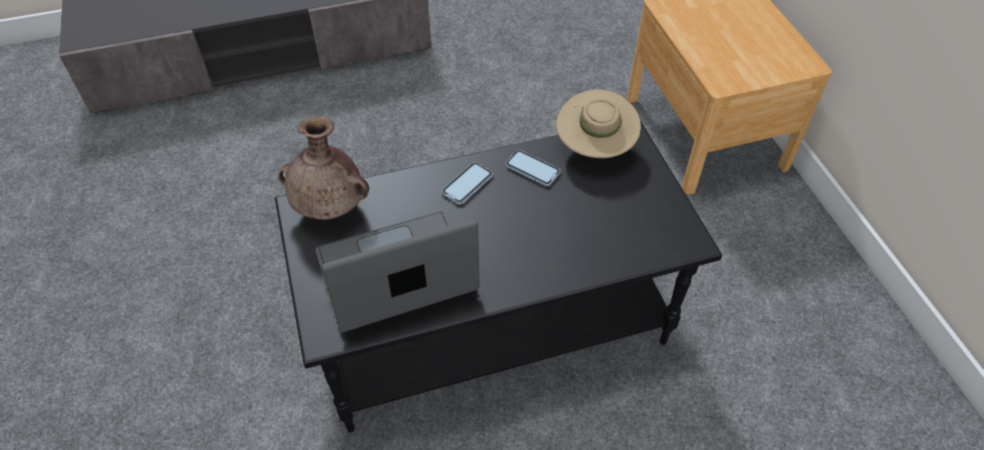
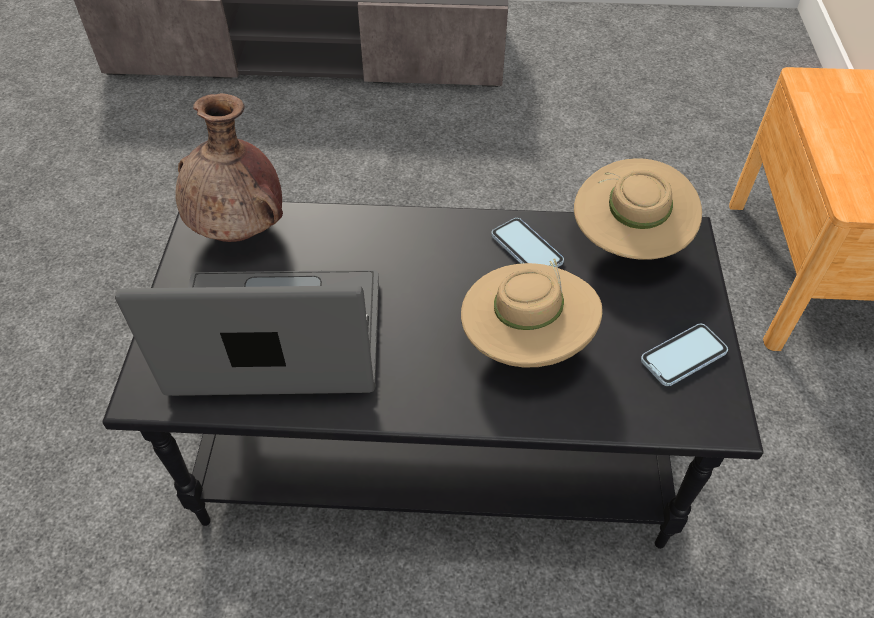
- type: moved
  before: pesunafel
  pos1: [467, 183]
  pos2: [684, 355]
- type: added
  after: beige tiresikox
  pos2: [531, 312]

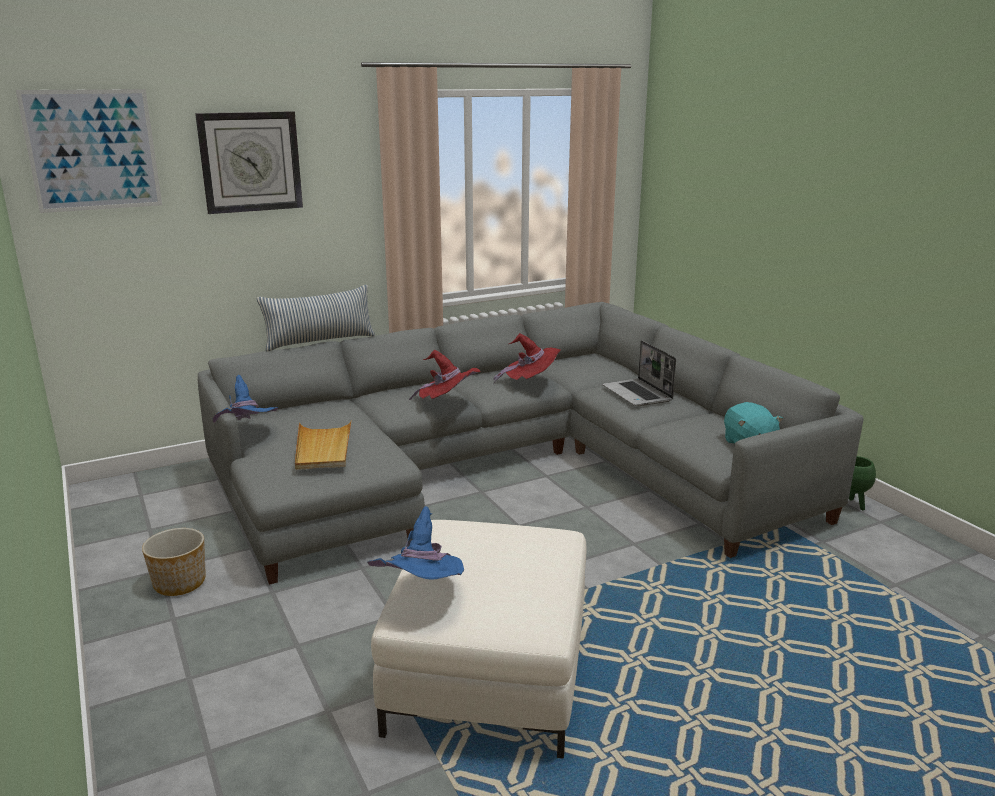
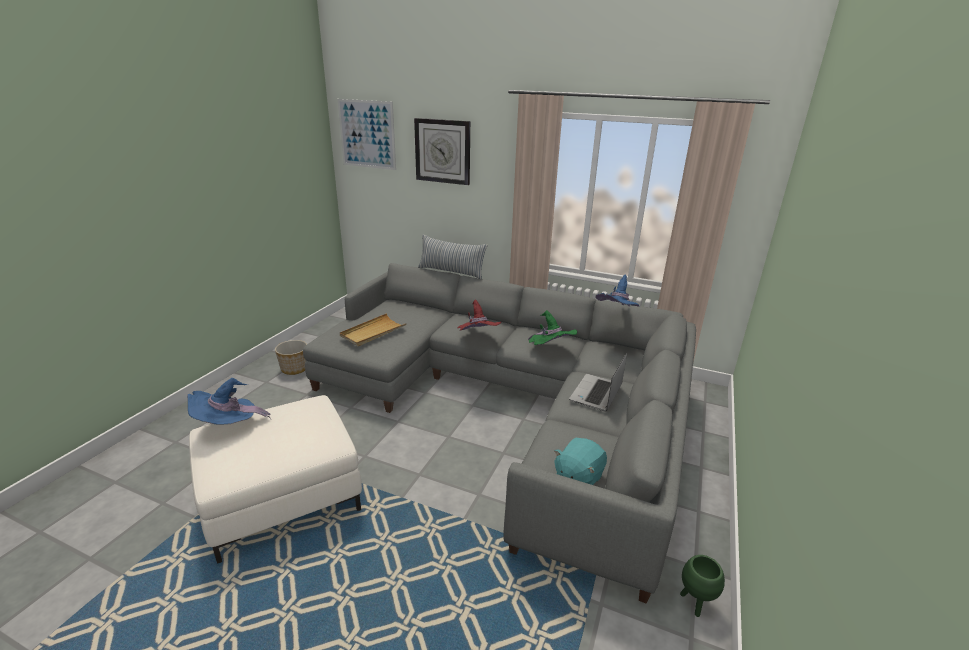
- type: moved
  before: blue tiresikox
  pos1: [245, 399]
  pos2: [617, 291]
- type: recoloured
  before: red tiresikox
  after: green tiresikox
  pos1: [527, 358]
  pos2: [552, 327]

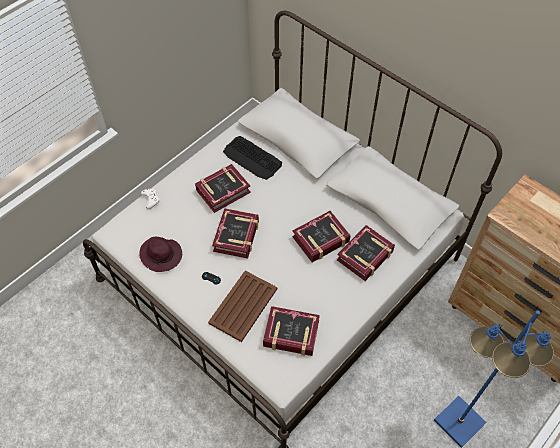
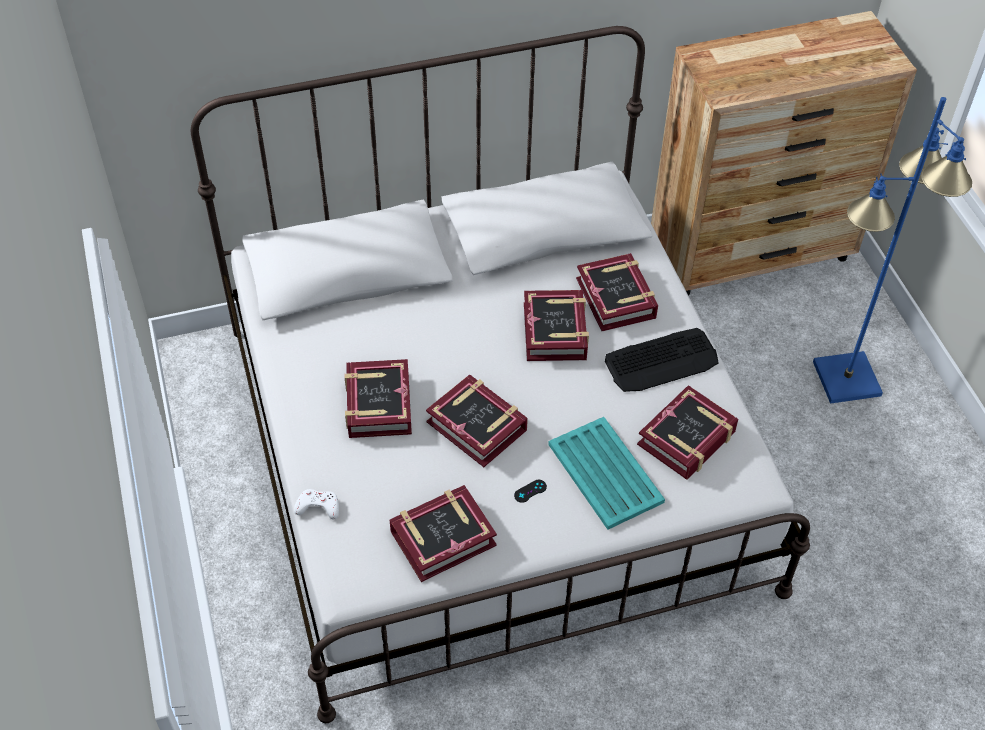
- type: replaced
  before: purple tiresikox
  after: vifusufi
  pos1: [160, 254]
  pos2: [443, 533]
- type: recoloured
  before: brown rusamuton
  after: turquoise rusamuton
  pos1: [242, 306]
  pos2: [606, 473]
- type: moved
  before: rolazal
  pos1: [252, 158]
  pos2: [662, 360]

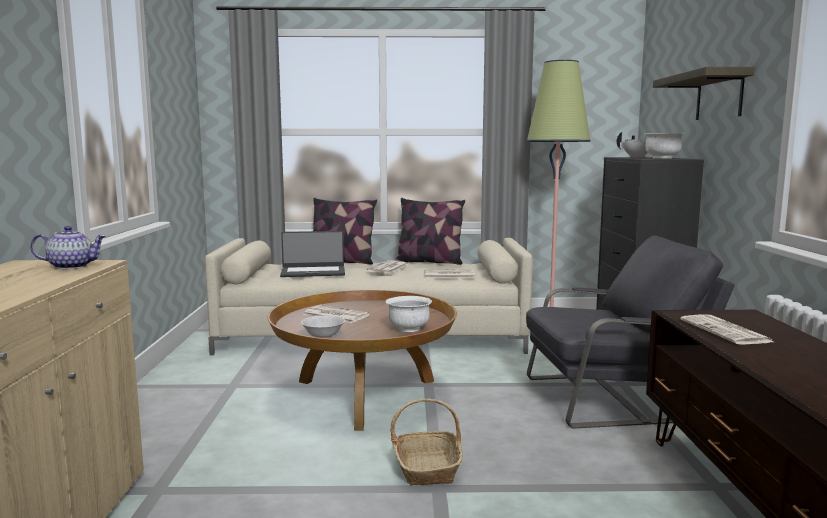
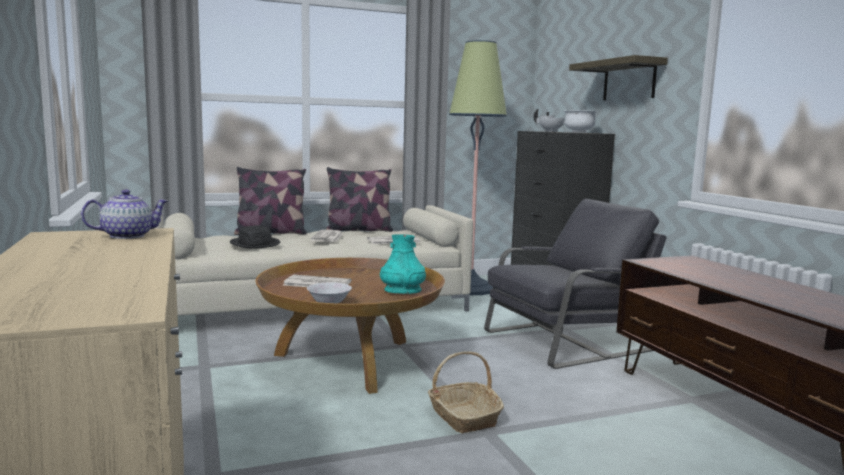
- type: replaced
  before: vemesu
  after: black tiresikox
  pos1: [312, 254]
  pos2: [255, 236]
- type: replaced
  before: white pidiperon
  after: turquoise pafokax
  pos1: [408, 314]
  pos2: [403, 264]
- type: removed
  before: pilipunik
  pos1: [726, 330]

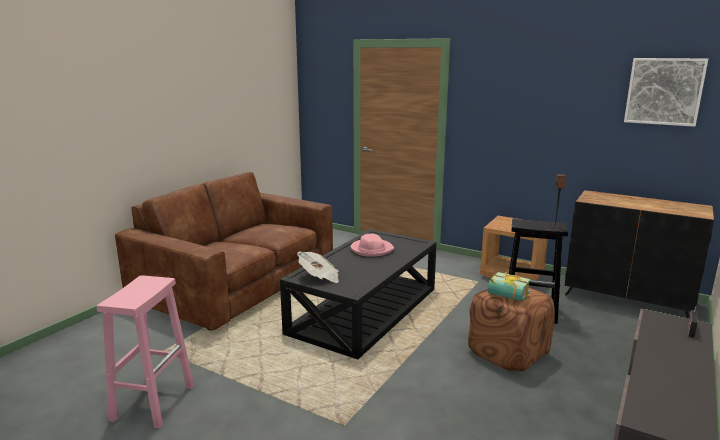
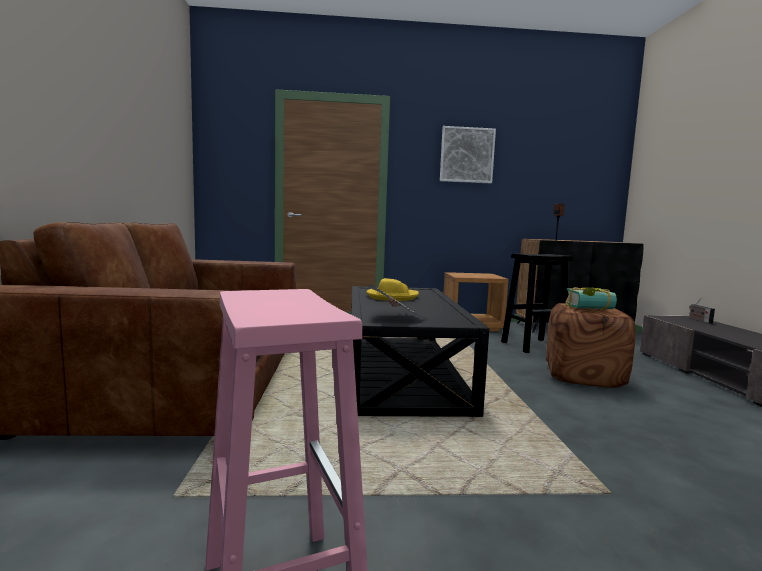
- type: recoloured
  before: pink tiresikox
  after: yellow tiresikox
  pos1: [372, 245]
  pos2: [393, 289]
- type: moved
  before: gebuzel
  pos1: [666, 92]
  pos2: [468, 154]

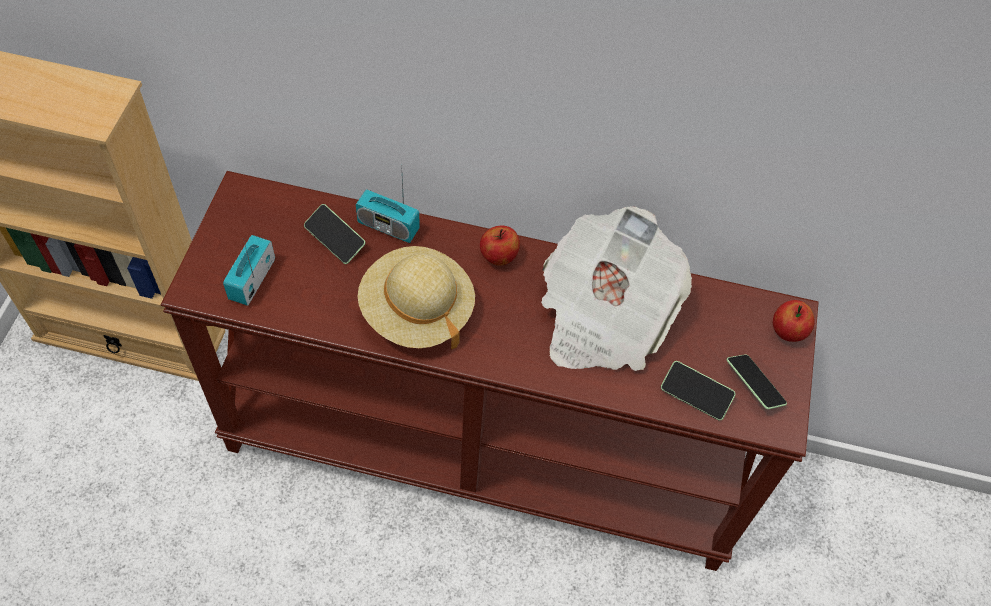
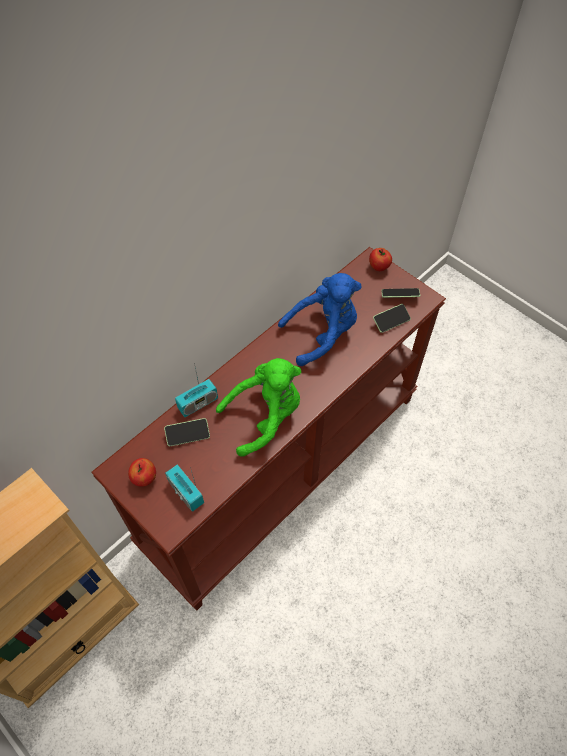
- type: replaced
  before: beige tiresikox
  after: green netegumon
  pos1: [416, 297]
  pos2: [258, 407]
- type: moved
  before: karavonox
  pos1: [500, 246]
  pos2: [142, 472]
- type: replaced
  before: pilipunik
  after: blue netegumon
  pos1: [616, 288]
  pos2: [320, 319]

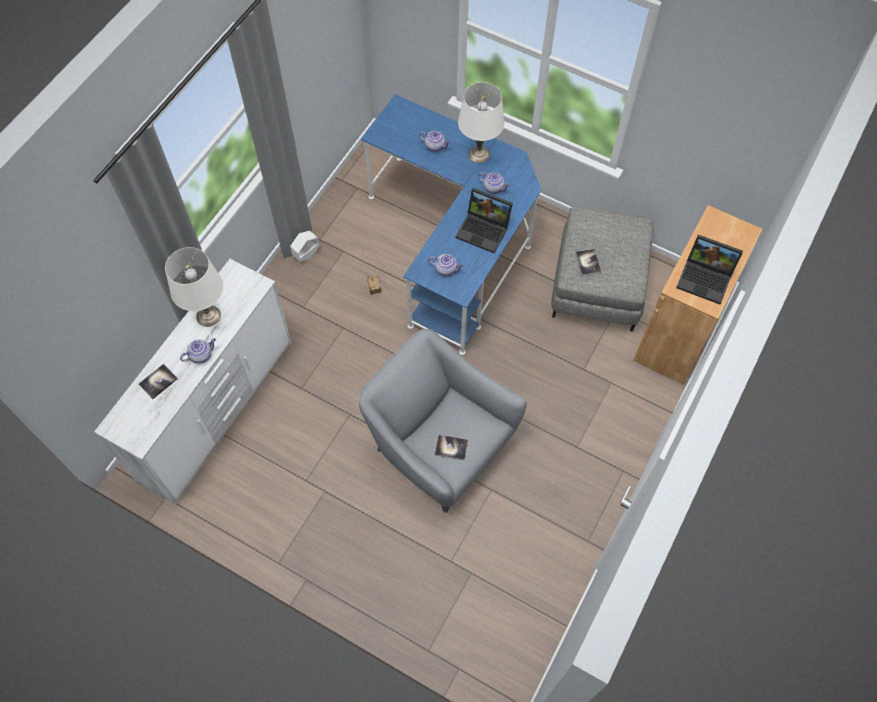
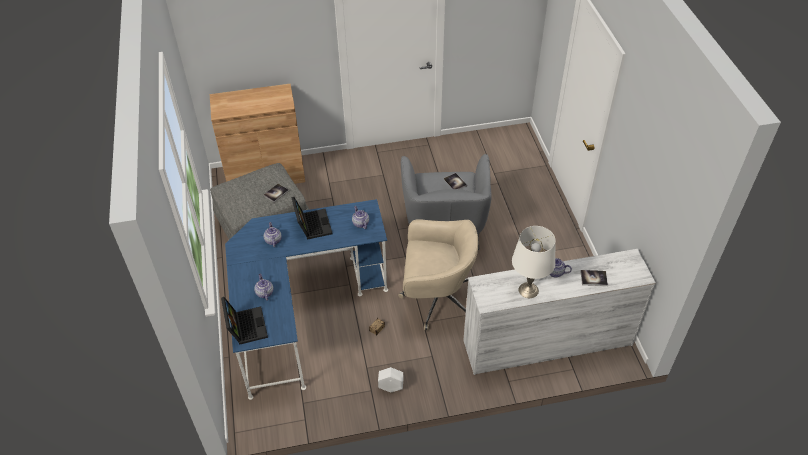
- type: removed
  before: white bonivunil
  pos1: [481, 122]
- type: moved
  before: vemesu
  pos1: [709, 269]
  pos2: [244, 321]
- type: added
  after: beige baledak
  pos2: [438, 275]

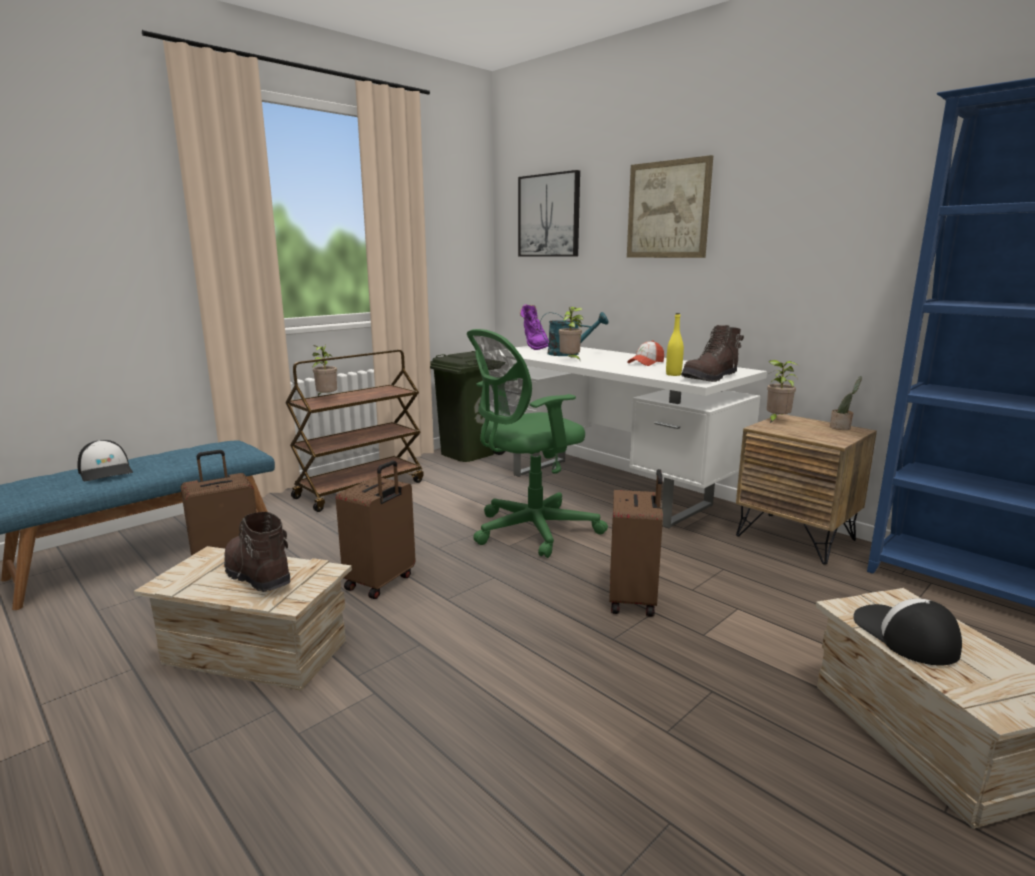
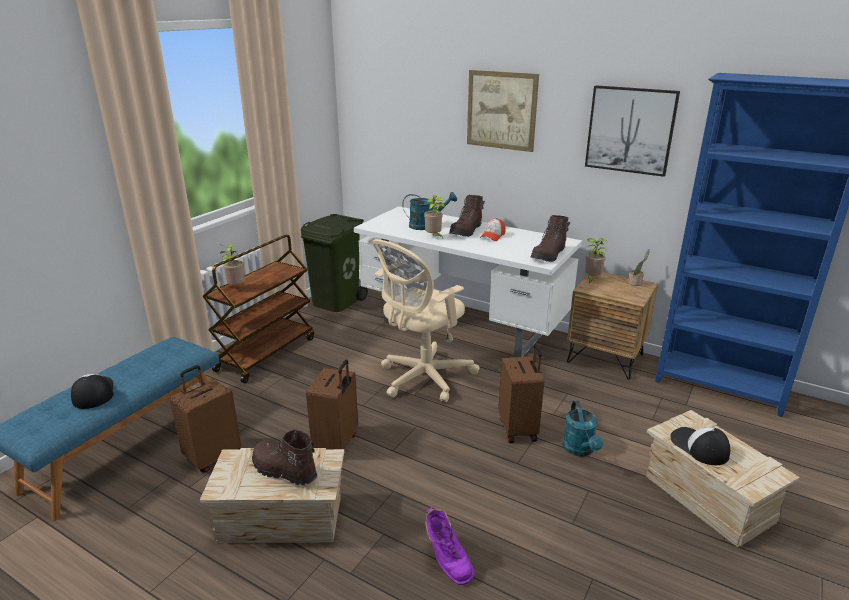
- type: turned
  before: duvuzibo
  pos1: [105, 461]
  pos2: [92, 391]
  turn: -150
- type: recoloured
  before: green baledak
  after: beige baledak
  pos1: [537, 443]
  pos2: [425, 320]
- type: moved
  before: gebuzel
  pos1: [549, 213]
  pos2: [632, 131]
- type: moved
  before: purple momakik
  pos1: [534, 327]
  pos2: [450, 546]
- type: removed
  before: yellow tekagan
  pos1: [675, 344]
- type: added
  after: brown momakik
  pos2: [467, 216]
- type: added
  after: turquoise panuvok
  pos2: [582, 429]

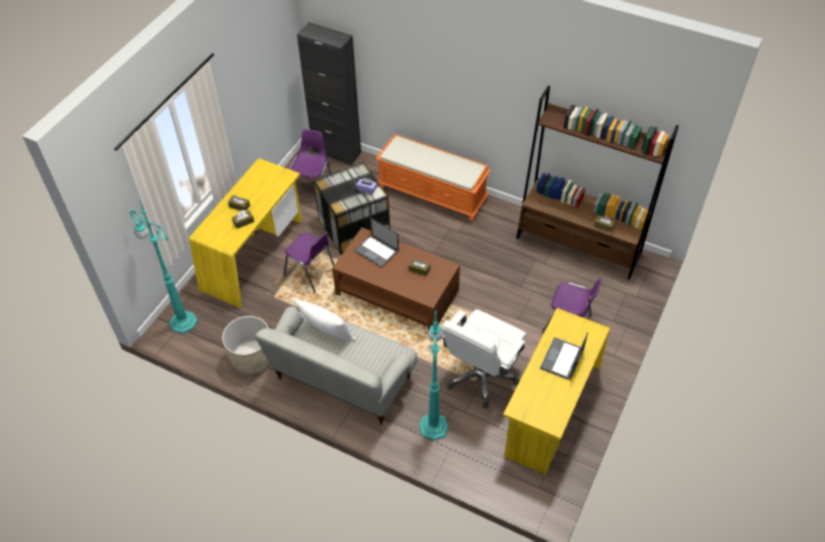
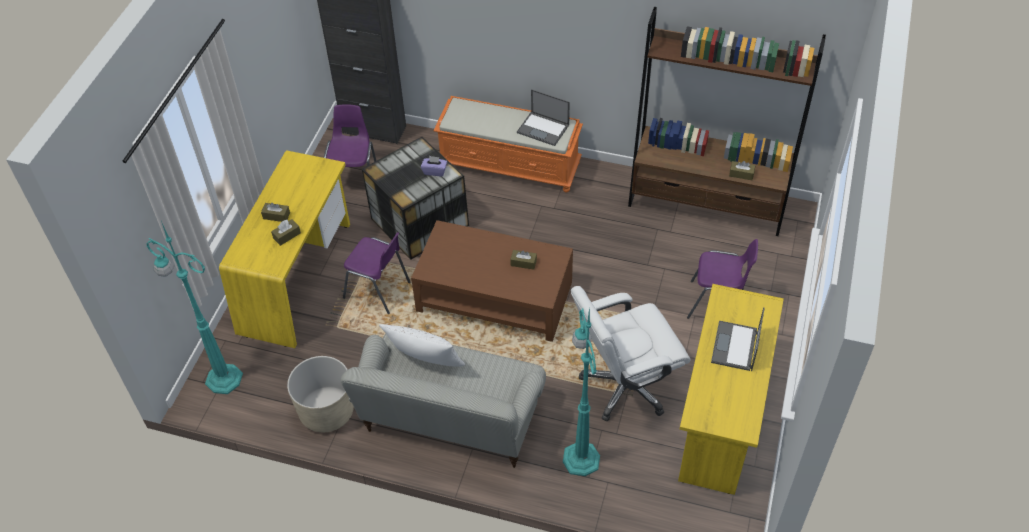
- type: moved
  before: vemesu
  pos1: [376, 243]
  pos2: [543, 117]
- type: turned
  before: white baledak
  pos1: [484, 358]
  pos2: [630, 353]
  turn: 45

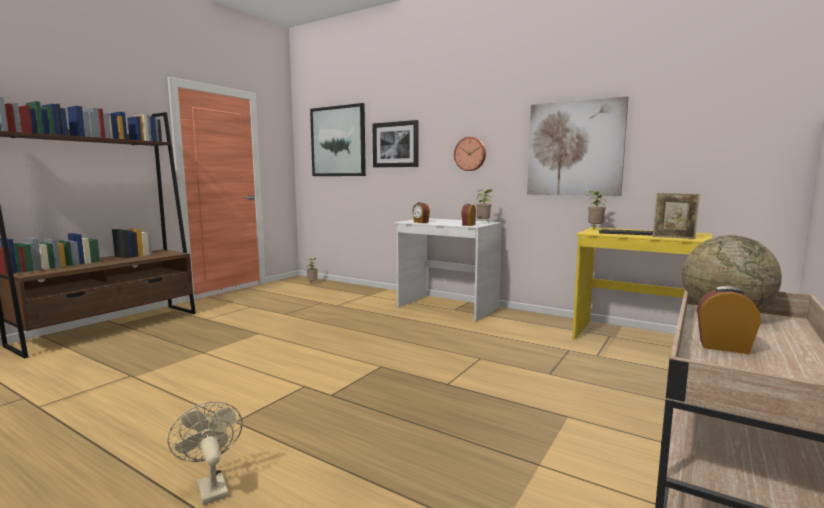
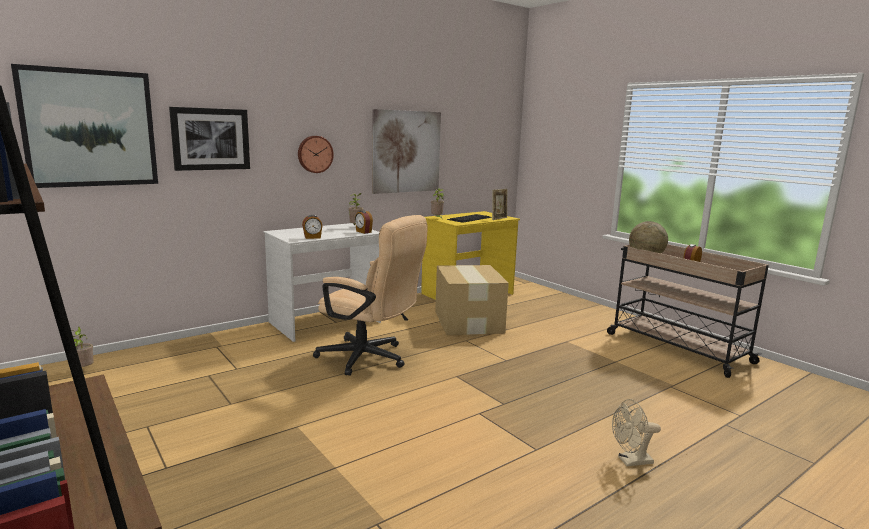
- type: added
  after: beige baledak
  pos2: [370, 295]
- type: added
  after: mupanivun
  pos2: [472, 300]

